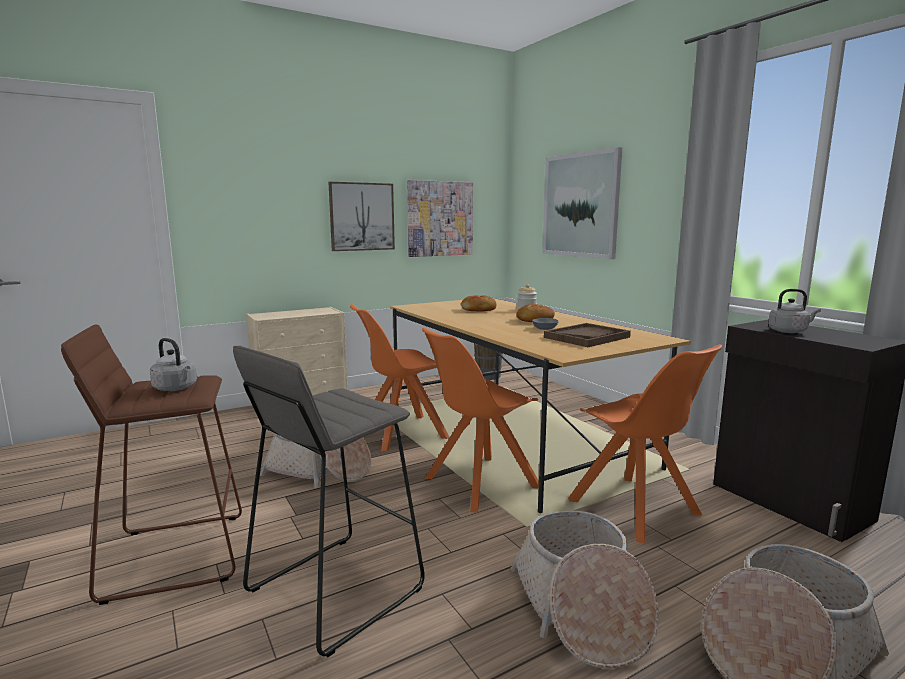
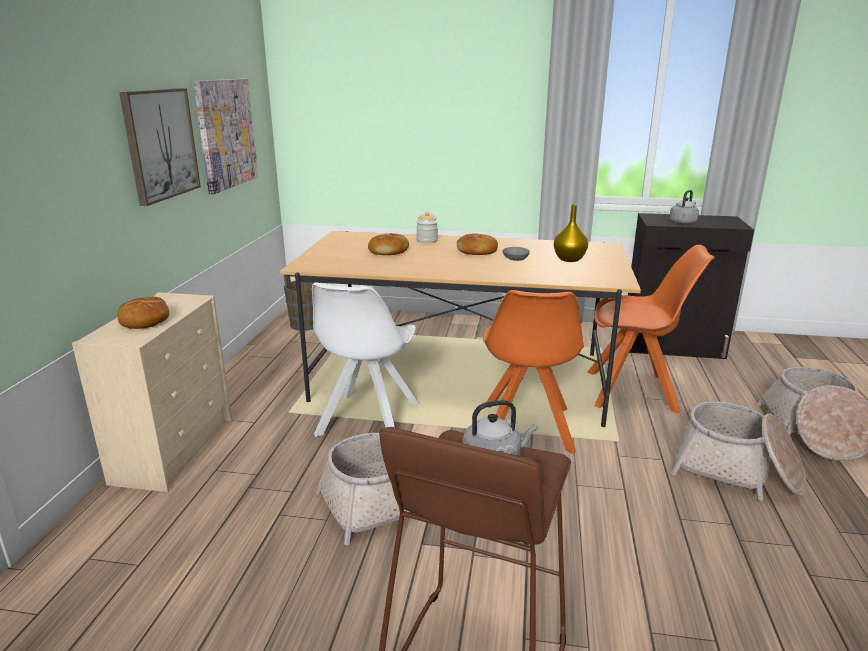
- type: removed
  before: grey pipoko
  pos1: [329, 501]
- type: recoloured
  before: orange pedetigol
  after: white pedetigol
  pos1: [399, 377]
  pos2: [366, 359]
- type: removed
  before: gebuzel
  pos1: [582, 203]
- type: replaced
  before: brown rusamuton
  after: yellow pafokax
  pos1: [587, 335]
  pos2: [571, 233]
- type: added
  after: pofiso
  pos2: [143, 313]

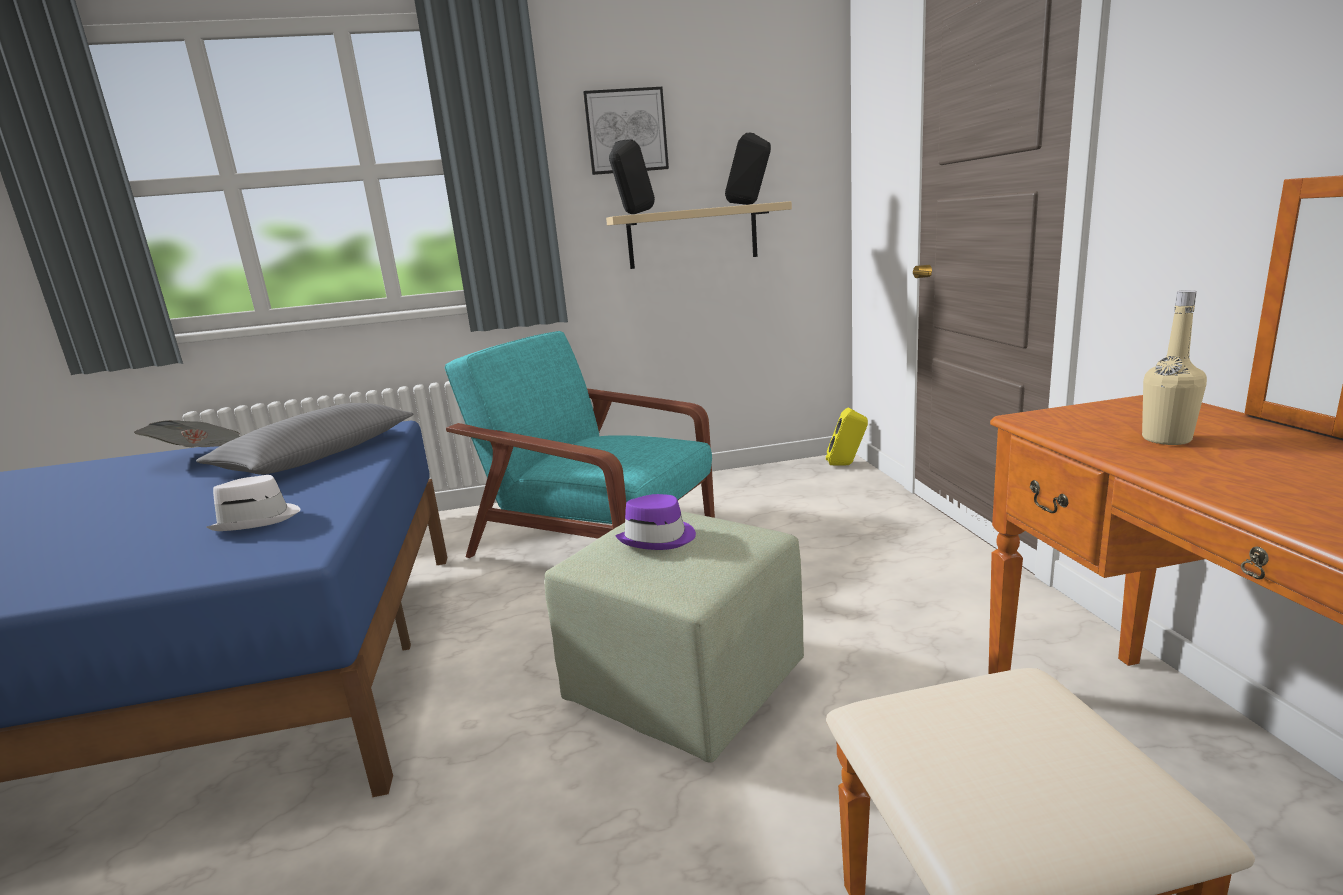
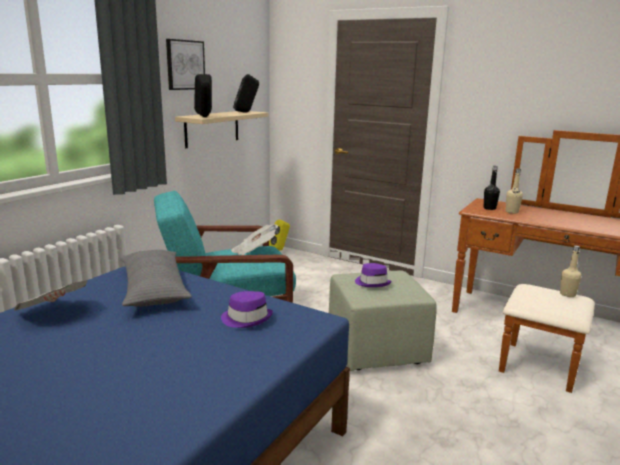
- type: recoloured
  before: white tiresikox
  after: purple tiresikox
  pos1: [253, 503]
  pos2: [247, 309]
- type: added
  after: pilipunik
  pos2: [254, 239]
- type: added
  after: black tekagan
  pos2: [492, 188]
- type: added
  after: beige tekagan
  pos2: [570, 271]

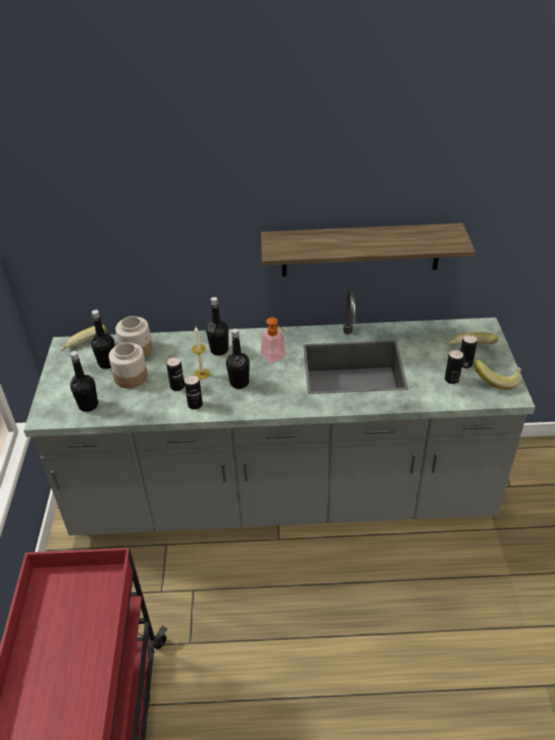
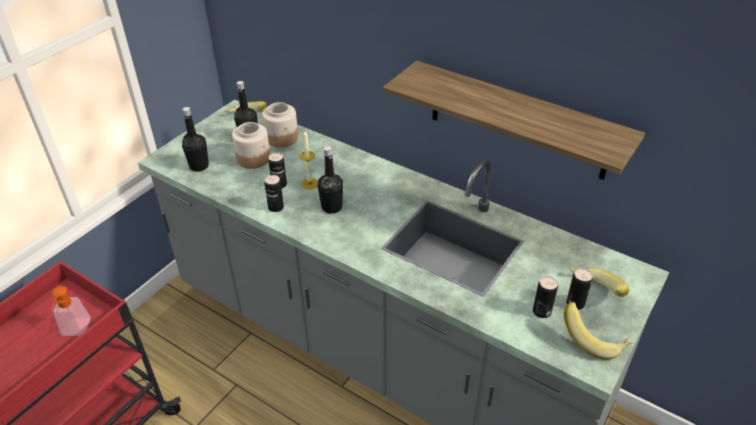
- type: removed
  before: black tekagan
  pos1: [217, 326]
- type: moved
  before: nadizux
  pos1: [273, 340]
  pos2: [71, 311]

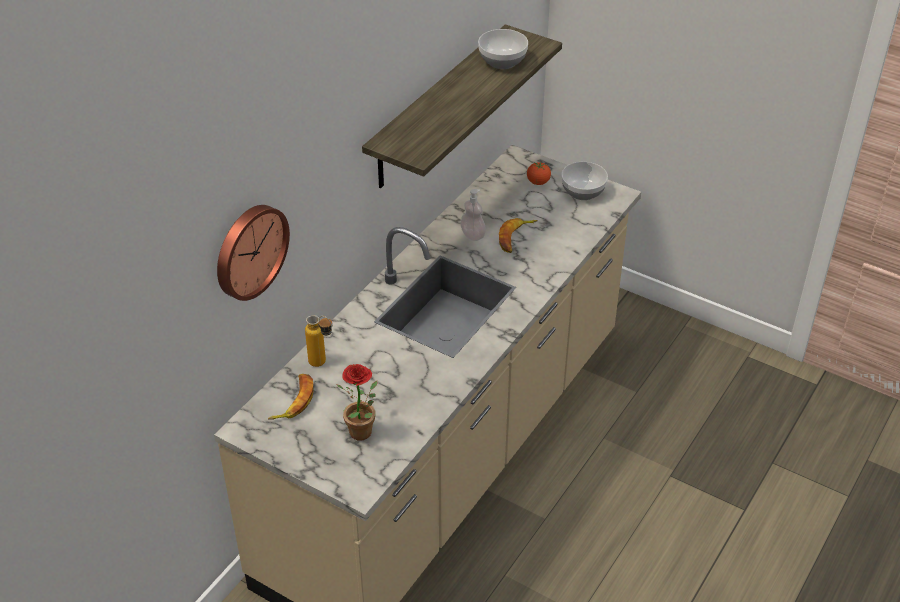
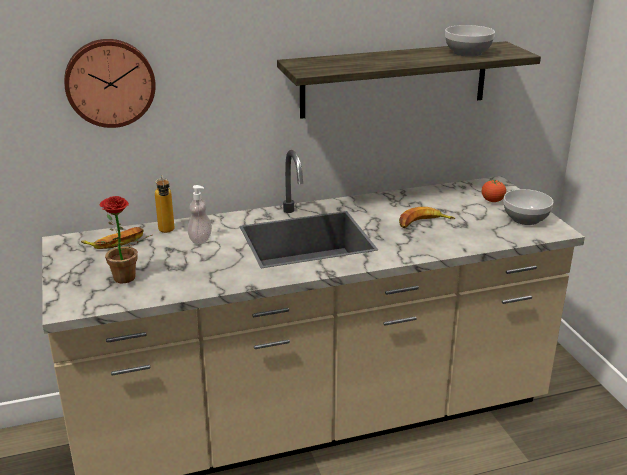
- type: moved
  before: nadizux
  pos1: [473, 215]
  pos2: [200, 214]

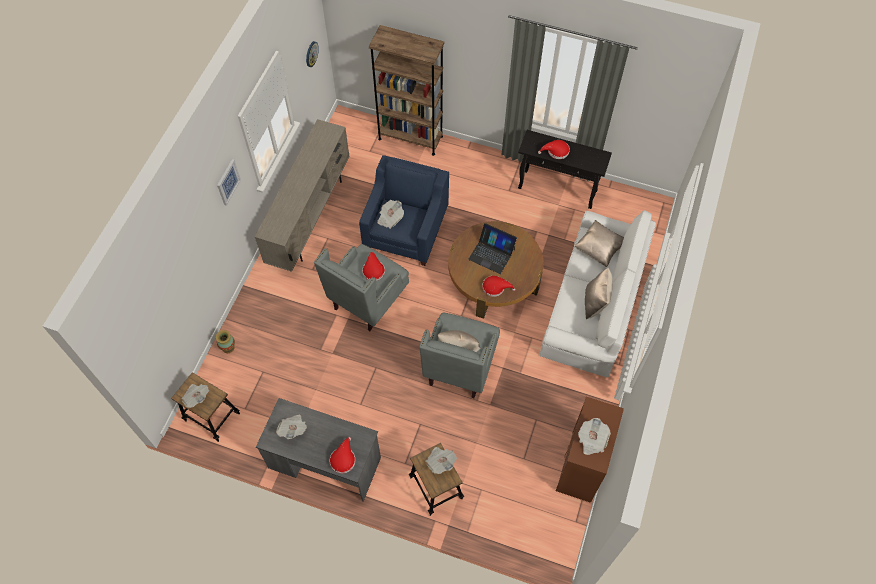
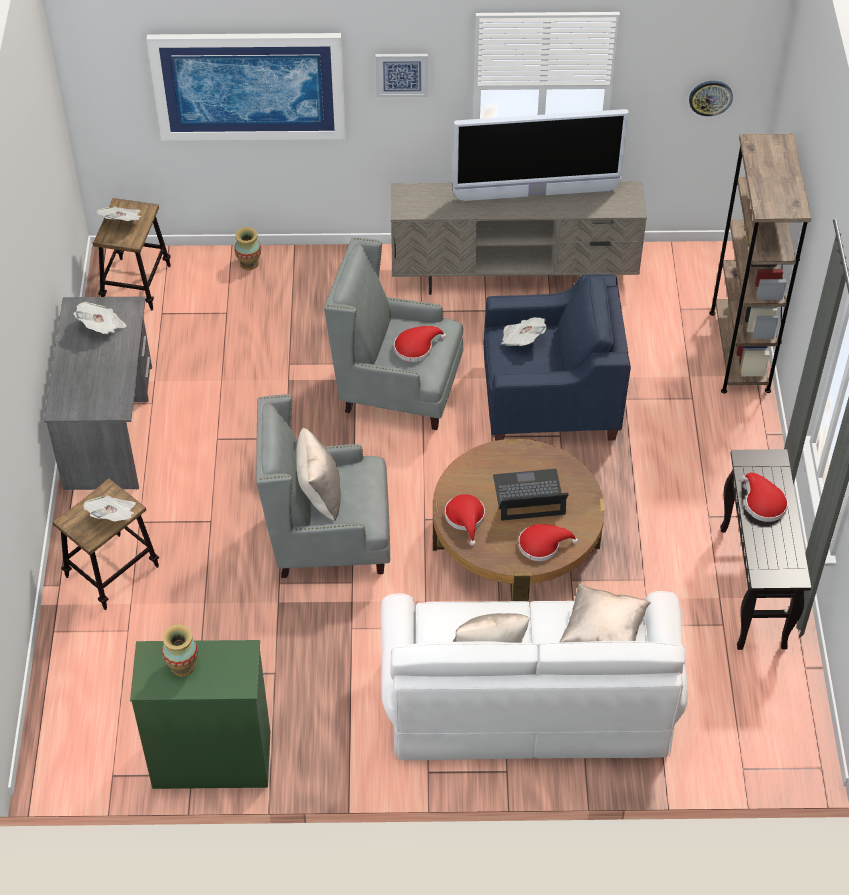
- type: moved
  before: red tiresikox
  pos1: [343, 455]
  pos2: [548, 542]
- type: turned
  before: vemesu
  pos1: [492, 248]
  pos2: [531, 494]
  turn: 75
- type: recoloured
  before: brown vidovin
  after: green vidovin
  pos1: [590, 450]
  pos2: [200, 714]
- type: replaced
  before: pilipunik
  after: pafokax
  pos1: [594, 436]
  pos2: [180, 651]
- type: added
  after: gebuzel
  pos2: [245, 87]
- type: added
  after: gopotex
  pos2: [541, 155]

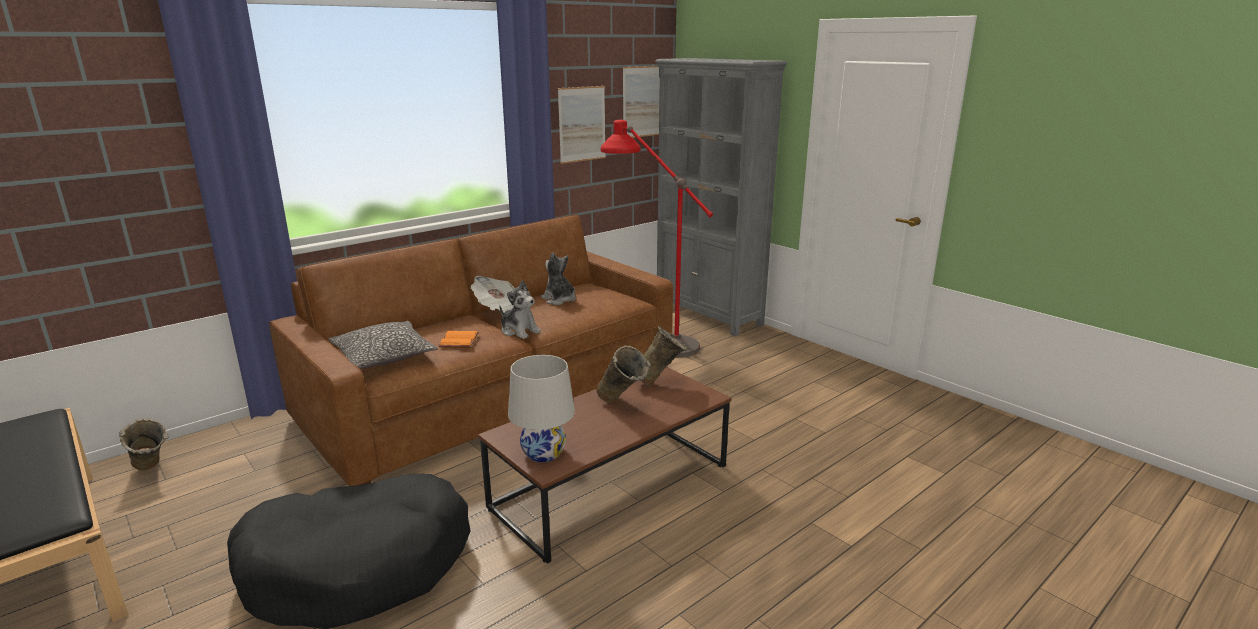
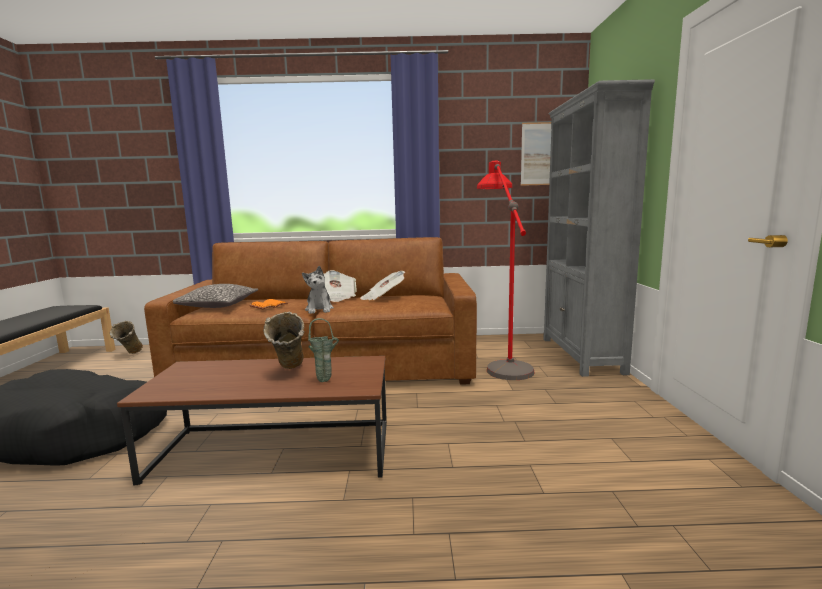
- type: removed
  before: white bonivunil
  pos1: [541, 408]
- type: replaced
  before: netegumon
  after: pilipunik
  pos1: [558, 278]
  pos2: [382, 285]
- type: removed
  before: gebuzel
  pos1: [582, 125]
- type: removed
  before: beige pafokax
  pos1: [664, 356]
- type: added
  after: green pafokax
  pos2: [323, 350]

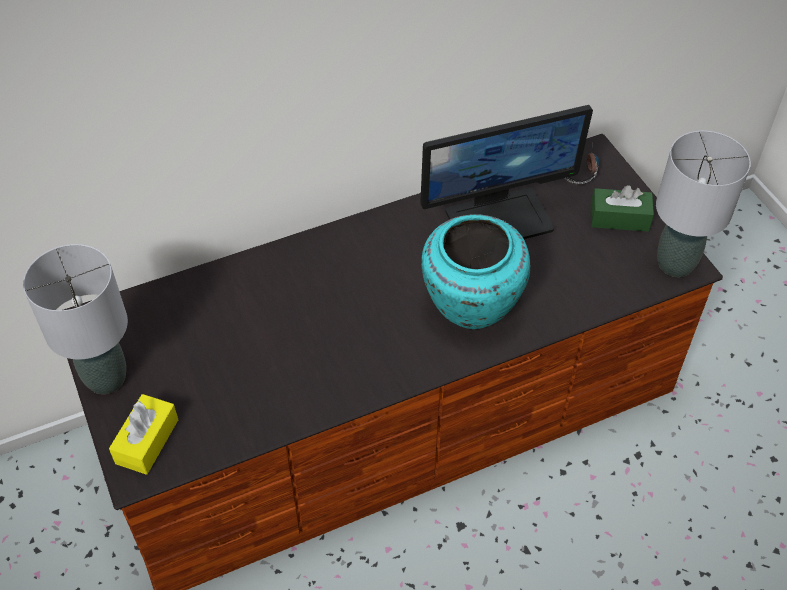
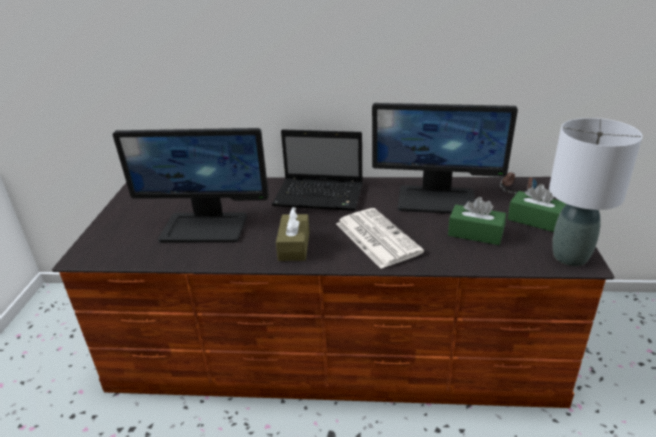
- type: removed
  before: grey bonivunil
  pos1: [75, 319]
- type: removed
  before: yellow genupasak
  pos1: [143, 434]
- type: replaced
  before: turquoise pafokax
  after: pilipunik
  pos1: [475, 271]
  pos2: [380, 238]
- type: added
  after: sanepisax
  pos2: [191, 185]
- type: added
  after: vemesu
  pos2: [317, 170]
- type: added
  after: brown genupasak
  pos2: [292, 234]
- type: added
  after: green genupasak
  pos2: [477, 221]

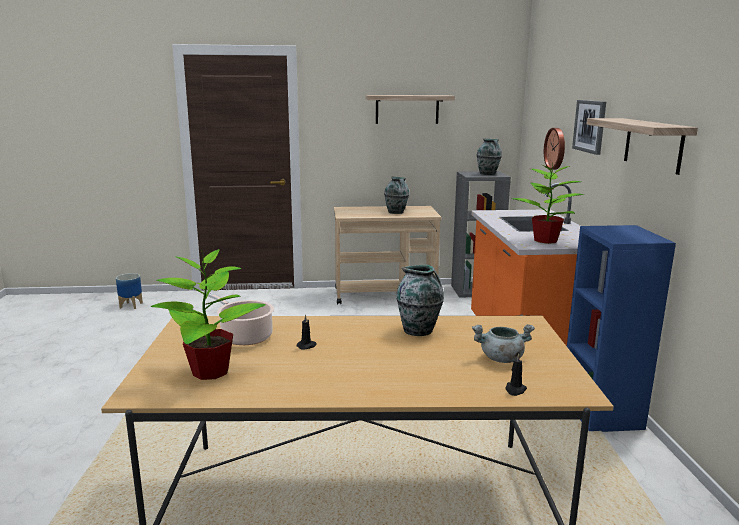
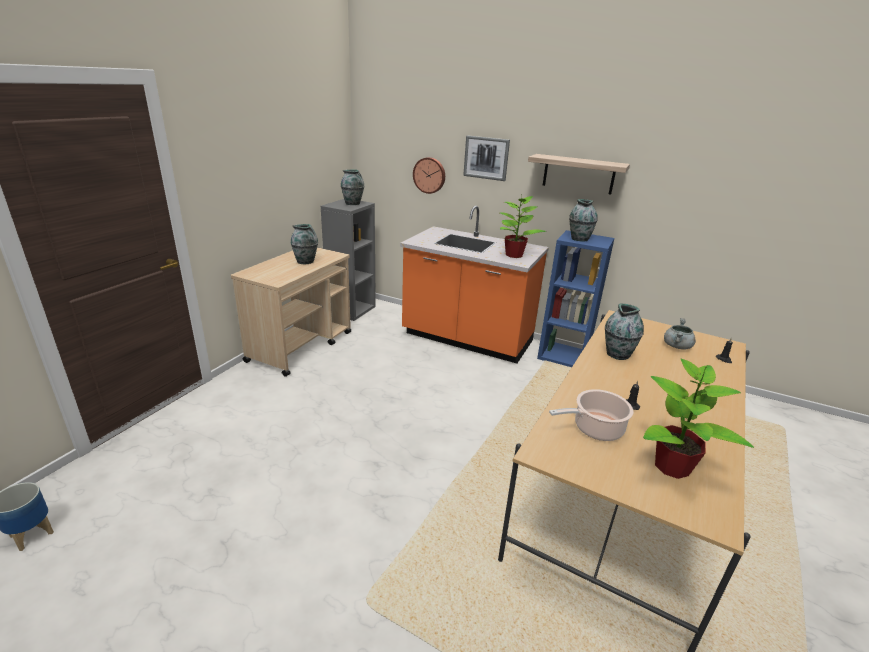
- type: removed
  before: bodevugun
  pos1: [410, 109]
- type: added
  after: pafokax
  pos2: [583, 220]

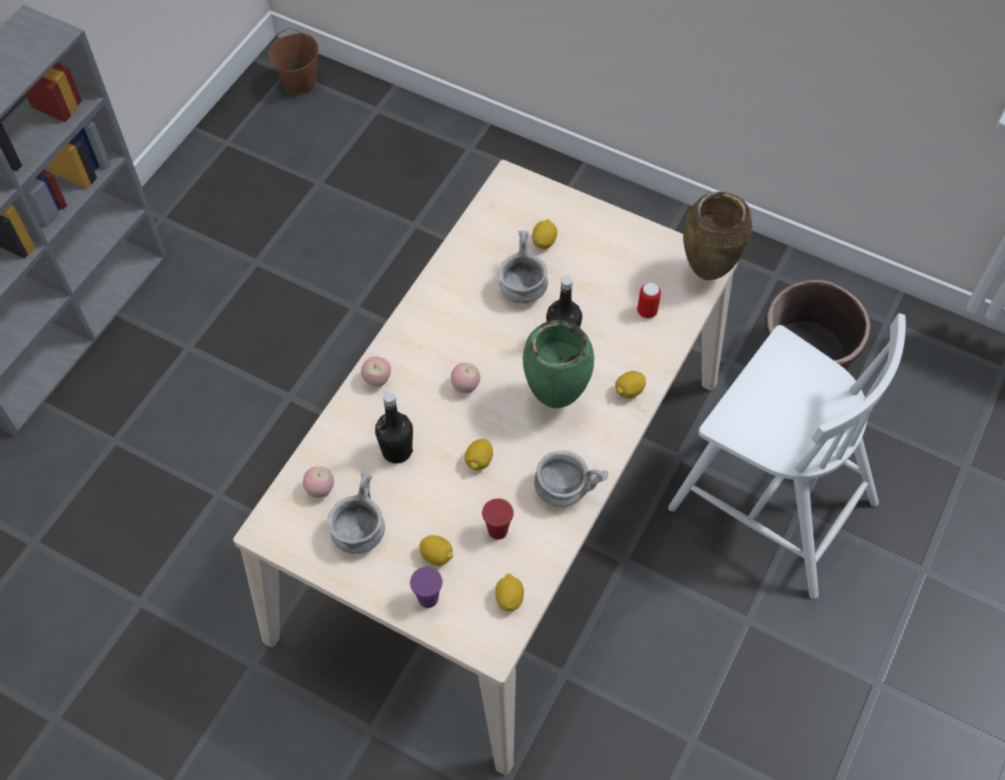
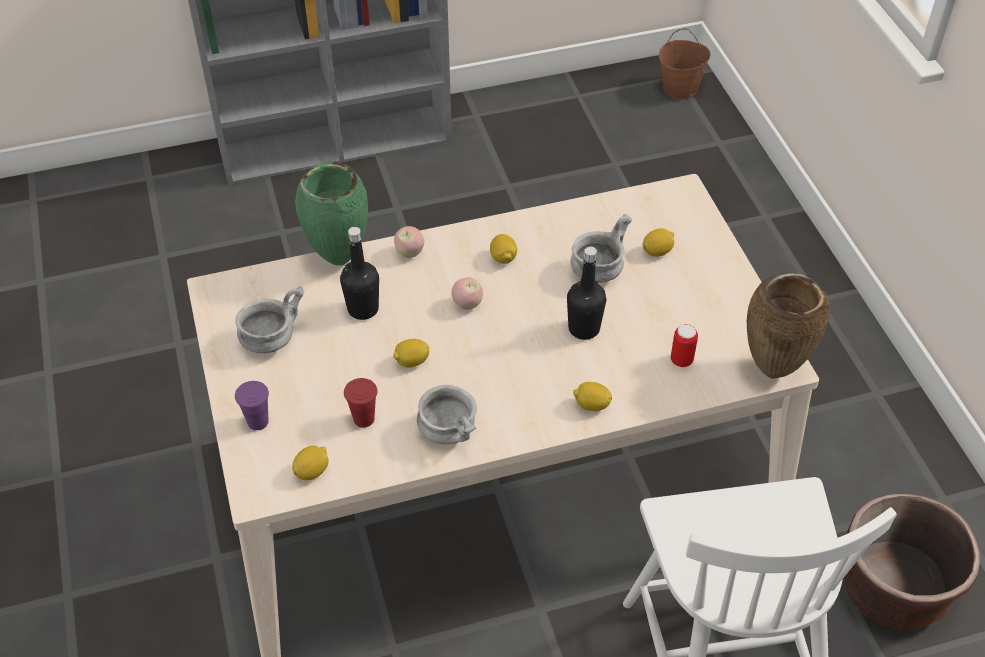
- type: removed
  before: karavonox
  pos1: [318, 482]
- type: moved
  before: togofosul
  pos1: [436, 550]
  pos2: [503, 249]
- type: moved
  before: green pafokax
  pos1: [558, 364]
  pos2: [331, 214]

